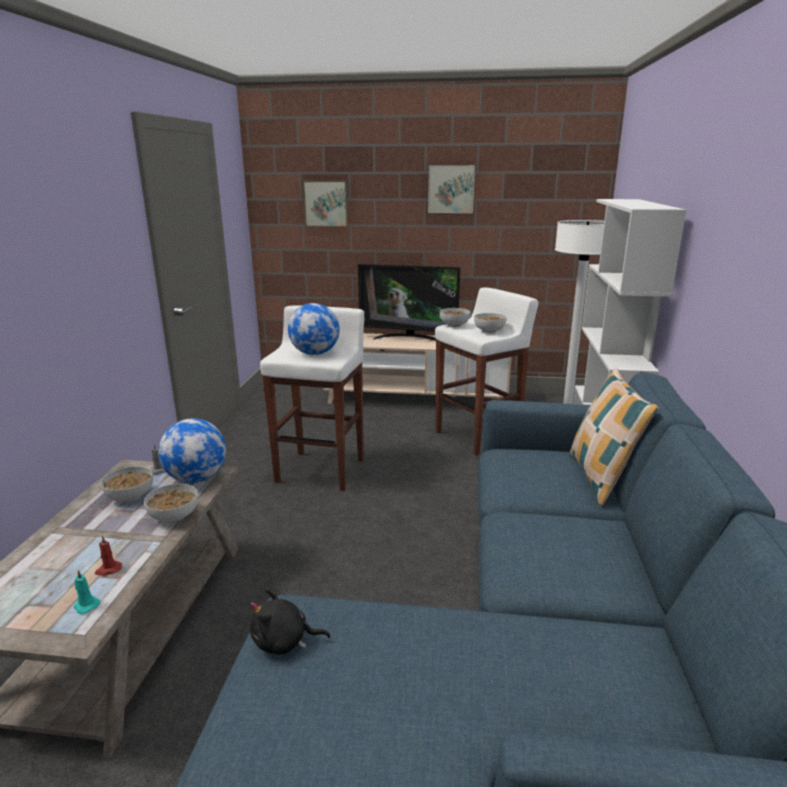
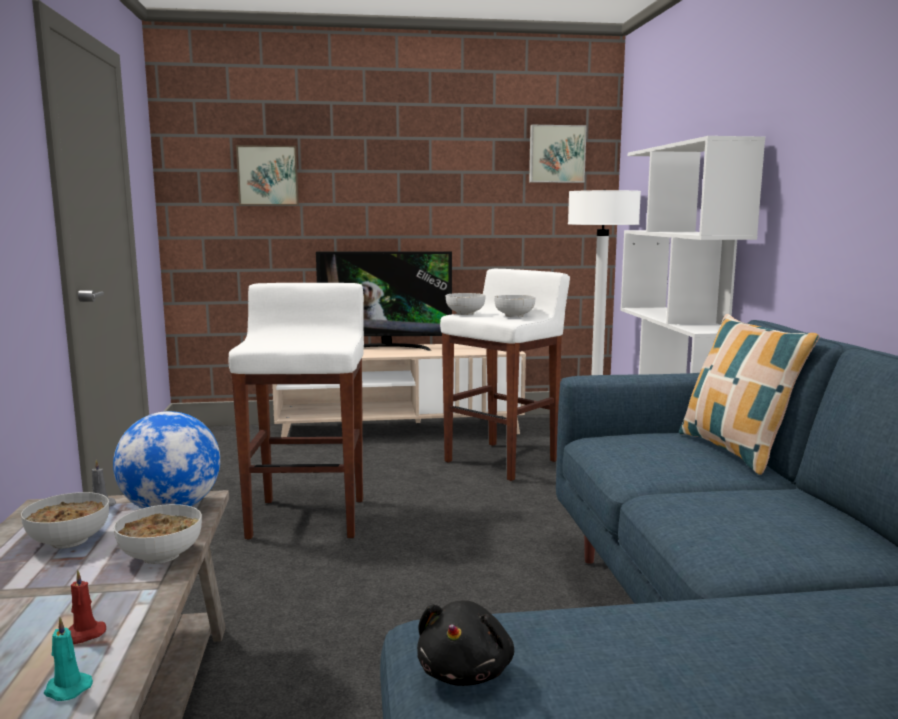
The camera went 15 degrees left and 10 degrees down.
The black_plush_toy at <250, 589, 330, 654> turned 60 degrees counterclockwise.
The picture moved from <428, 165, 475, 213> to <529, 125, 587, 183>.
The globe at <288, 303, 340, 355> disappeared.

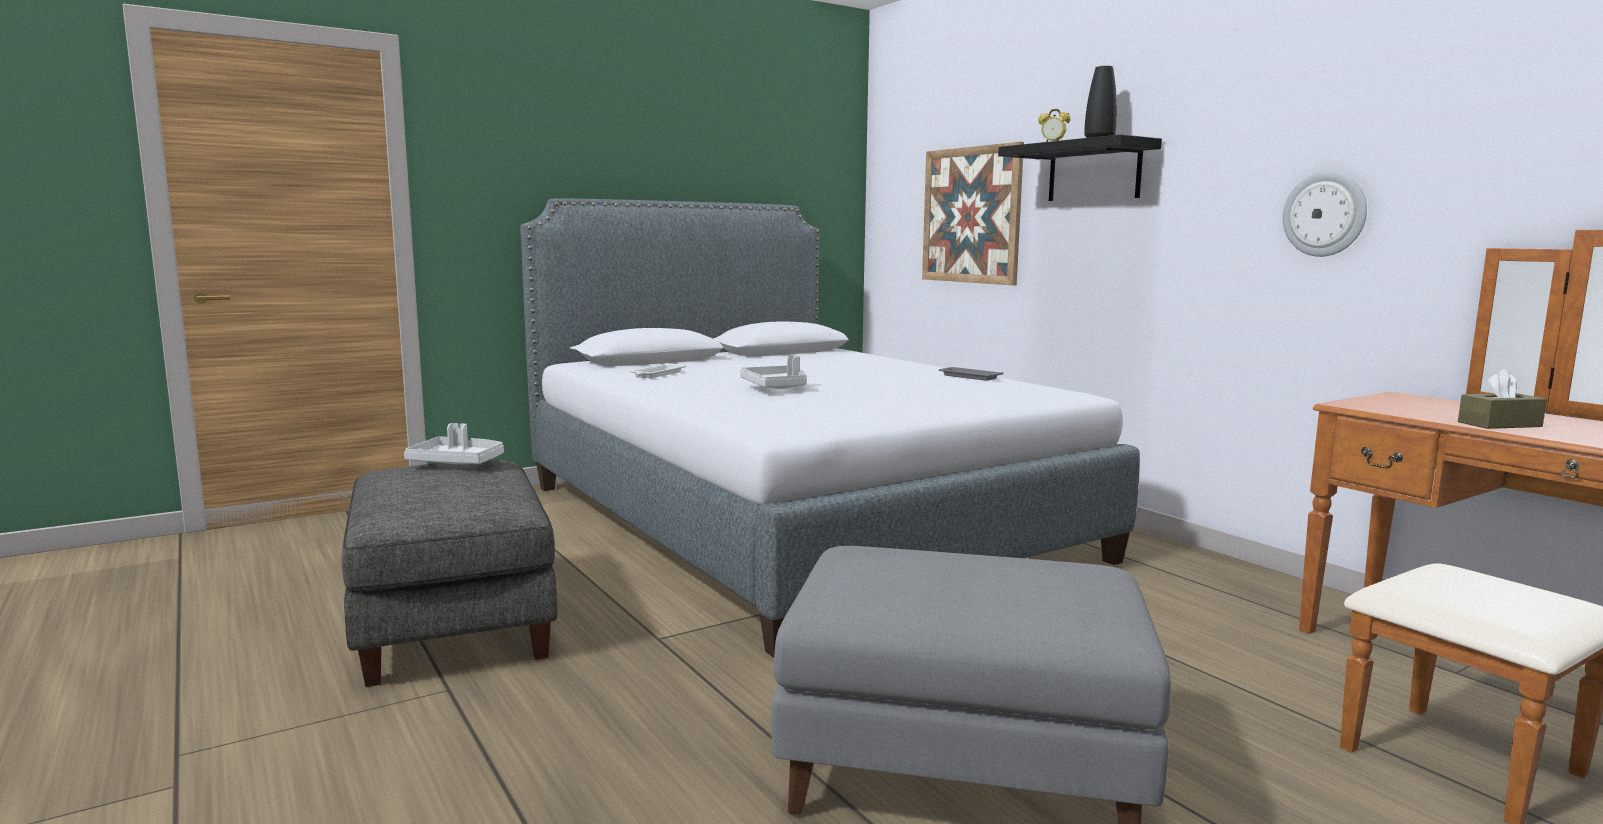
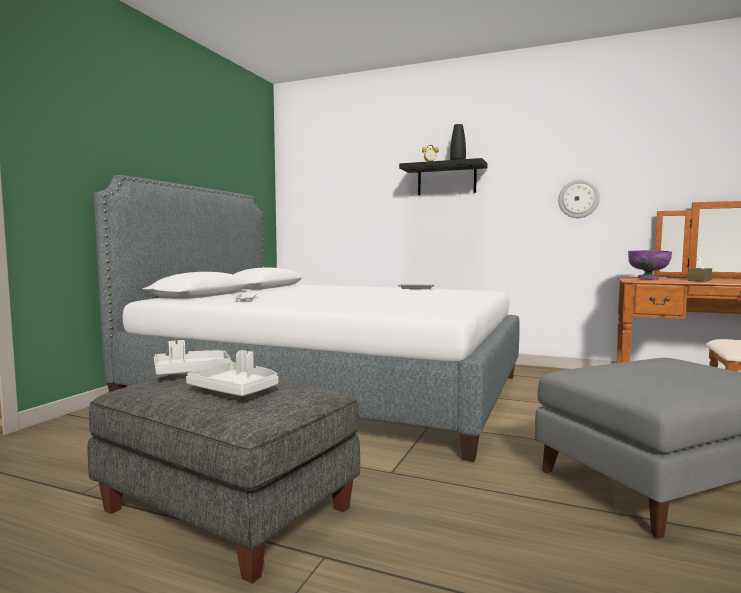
The camera went 35 degrees left and 5 degrees down.
The grey_tray moved from <740, 355, 807, 389> to <186, 350, 279, 396>.
The purple_bowl at <628, 250, 672, 280> appeared.
The picture at <922, 142, 1024, 285> disappeared.

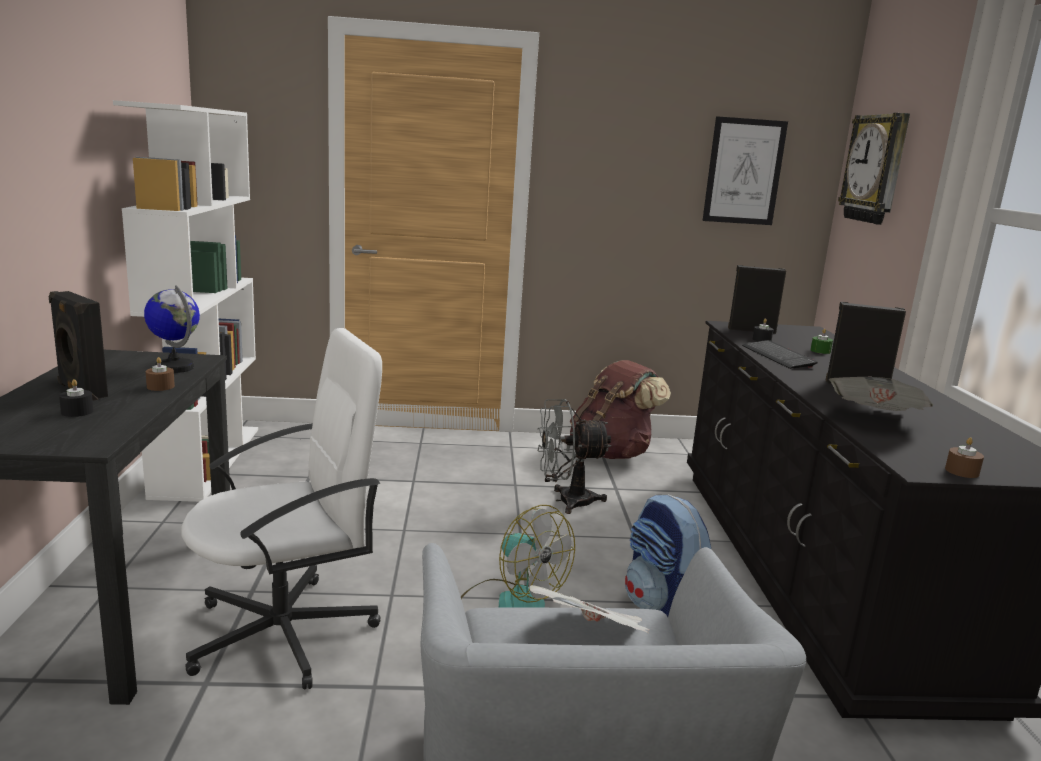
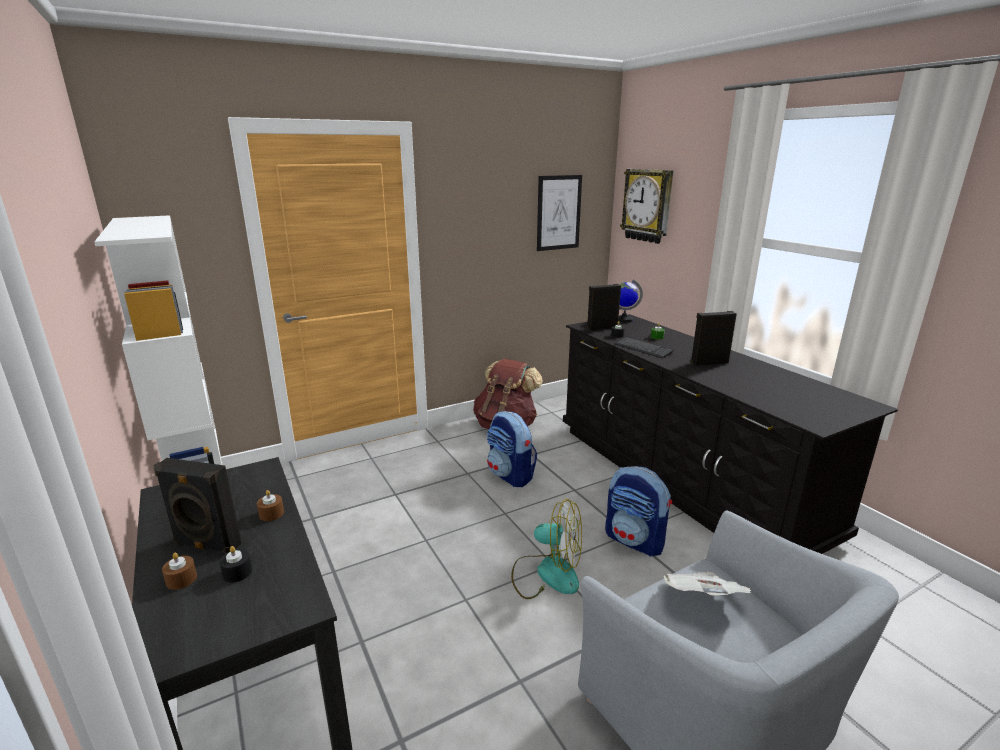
The camera went 25 degrees left and 5 degrees up.
The brown_candle moved from <945, 437, 984, 478> to <162, 552, 197, 590>.
The grey_fan at <537, 399, 611, 514> was replaced by the backpack at <487, 411, 537, 487>.
The globe moved from <144, 285, 200, 373> to <618, 280, 643, 323>.
The white_office_chair at <181, 328, 382, 689> disappeared.
The newspaper at <828, 377, 933, 411> disappeared.

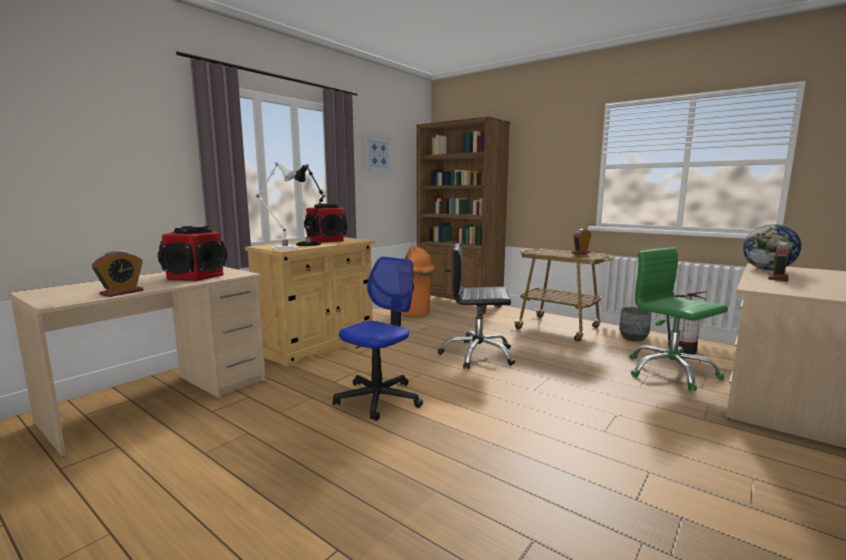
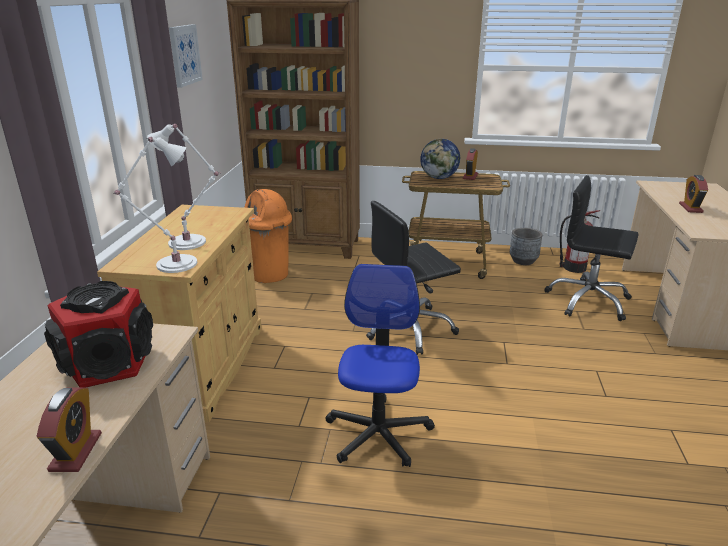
The camera went 30 degrees left and 15 degrees up.
The black_table_lamp at <294, 164, 325, 246> became the white_table_lamp at <147, 124, 219, 250>.
The globe moved from <743, 224, 801, 270> to <420, 139, 460, 179>.
The green_office_chair at <629, 248, 728, 391> became the black_office_chair at <544, 175, 639, 321>.
The speaker at <304, 204, 348, 242> disappeared.

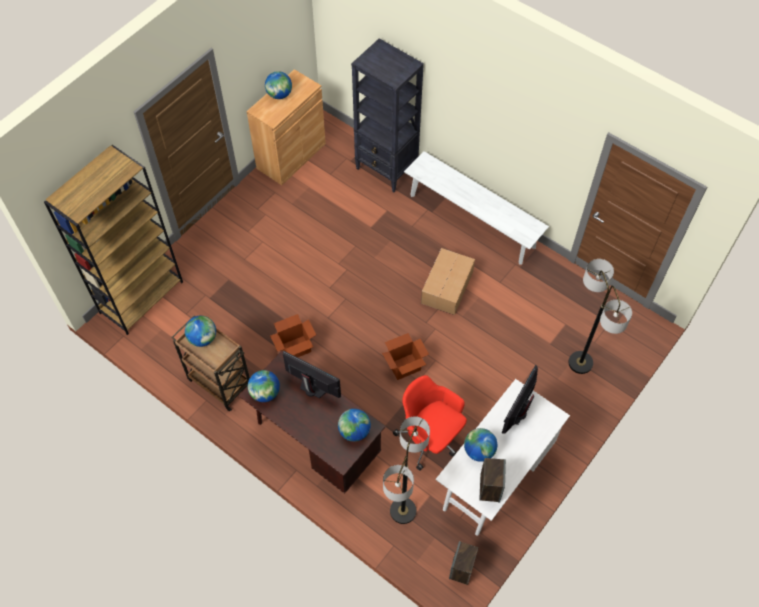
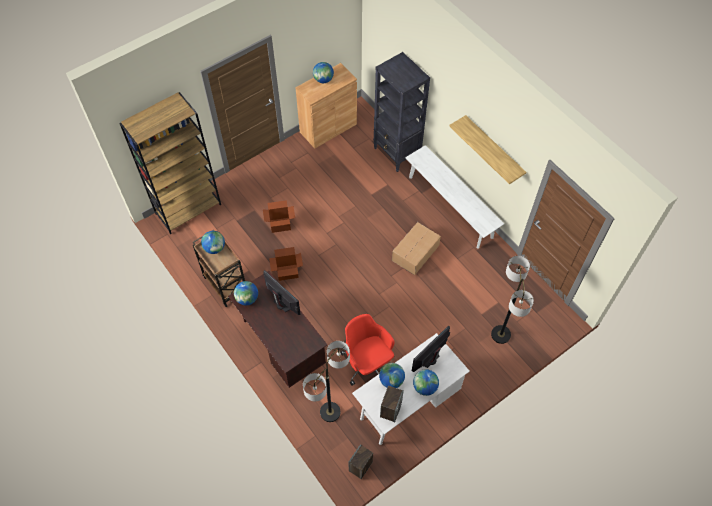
The camera went 15 degrees right and 0 degrees up.
The cardboard_box moved from <382, 333, 429, 380> to <263, 200, 295, 233>.
The globe moved from <338, 409, 371, 442> to <413, 369, 439, 396>.
The shelf at <449, 115, 526, 184> appeared.

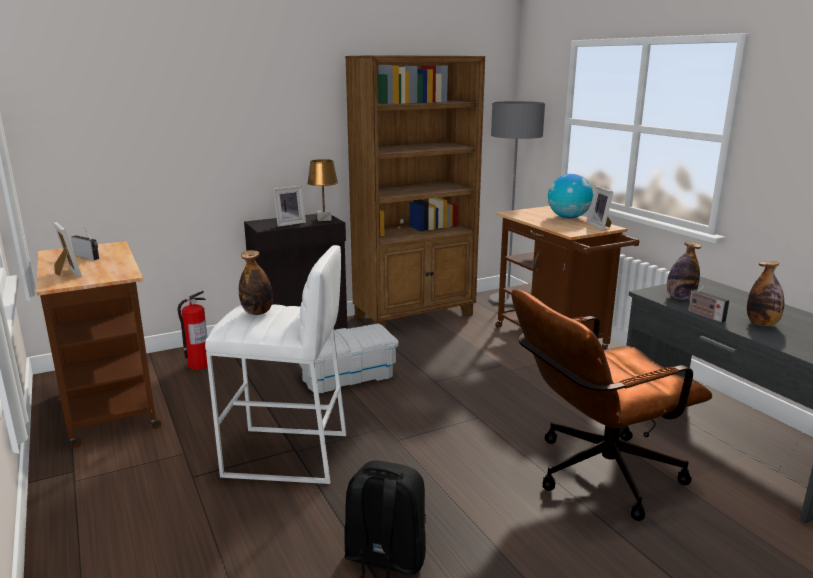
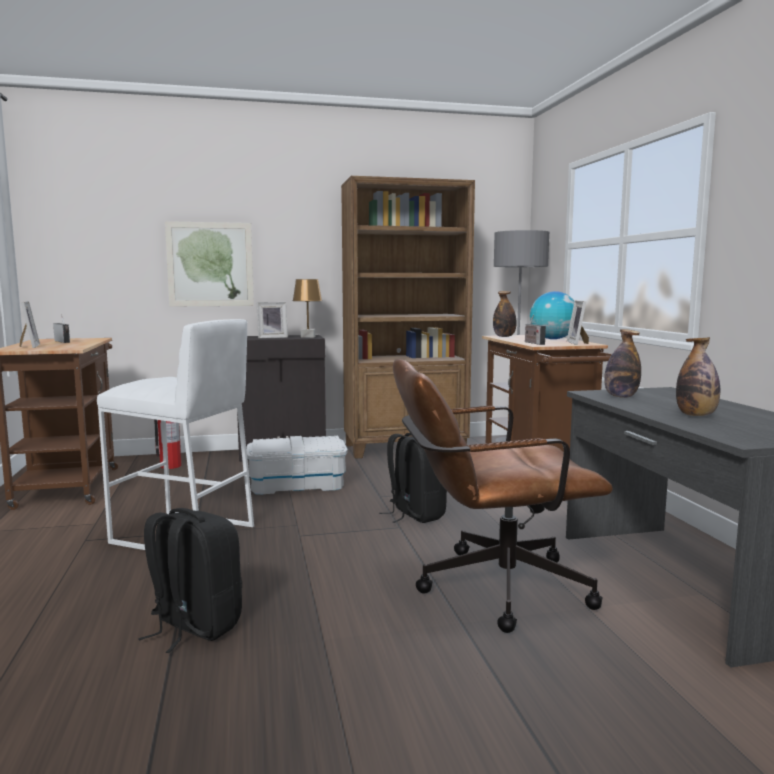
The camera went 15 degrees right and 10 degrees down.
The picture at <165, 221, 254, 306> appeared.
The black_backpack at <379, 433, 447, 523> appeared.
The bottle moved from <239, 250, 273, 315> to <493, 291, 517, 337>.
The radio moved from <688, 282, 729, 323> to <525, 315, 546, 345>.

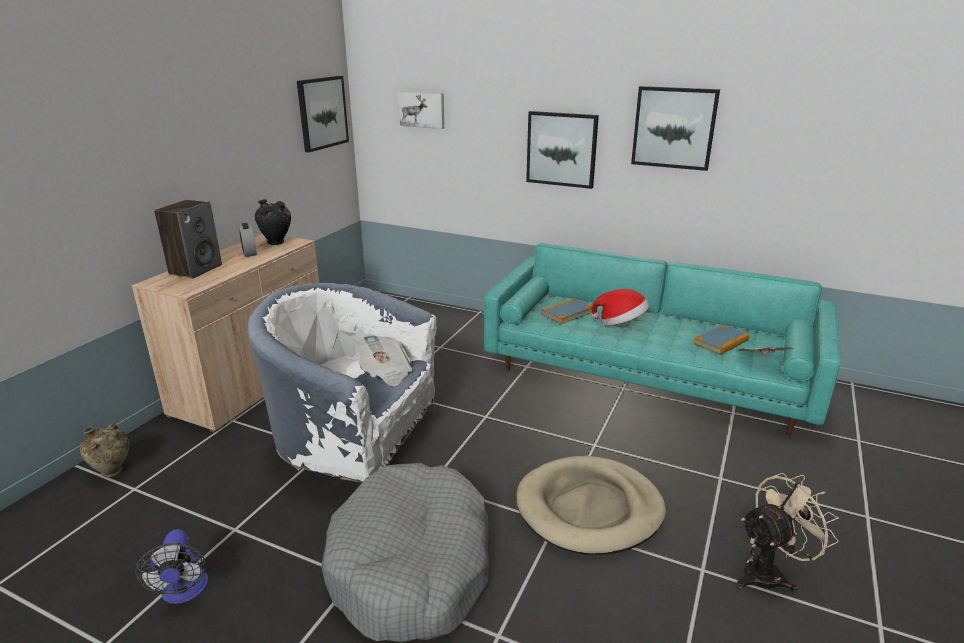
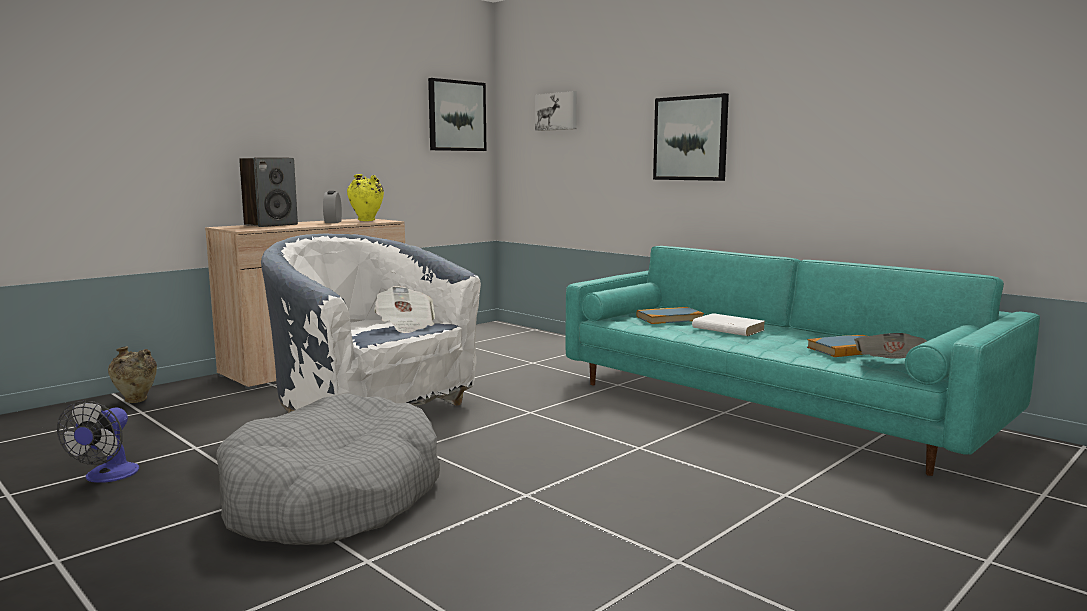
The camera went 20 degrees right and 15 degrees down.
The black_vase at <255, 199, 291, 245> became the yellow_vase at <347, 174, 384, 221>.
The hat at <591, 289, 649, 325> was replaced by the white_book at <692, 313, 765, 336>.
The beige_dog_bed at <516, 456, 666, 555> disappeared.
The picture at <631, 86, 720, 171> disappeared.
The beige_fan at <736, 473, 839, 593> disappeared.

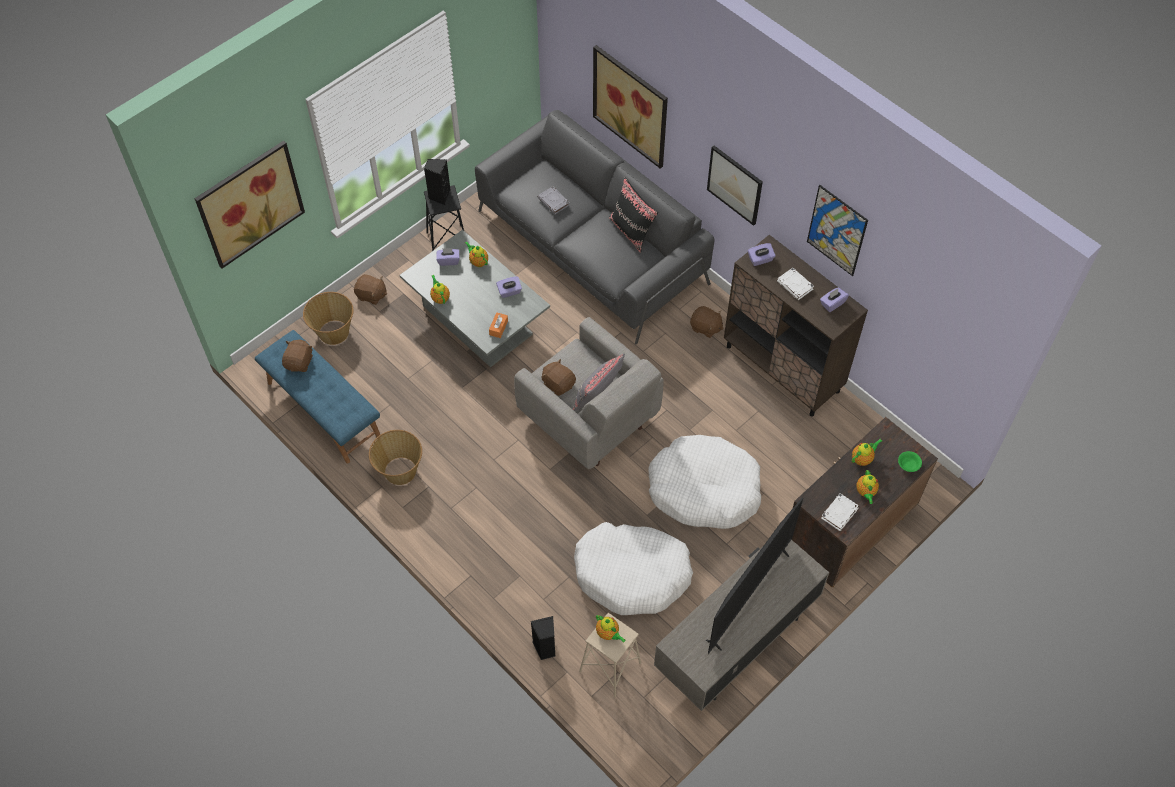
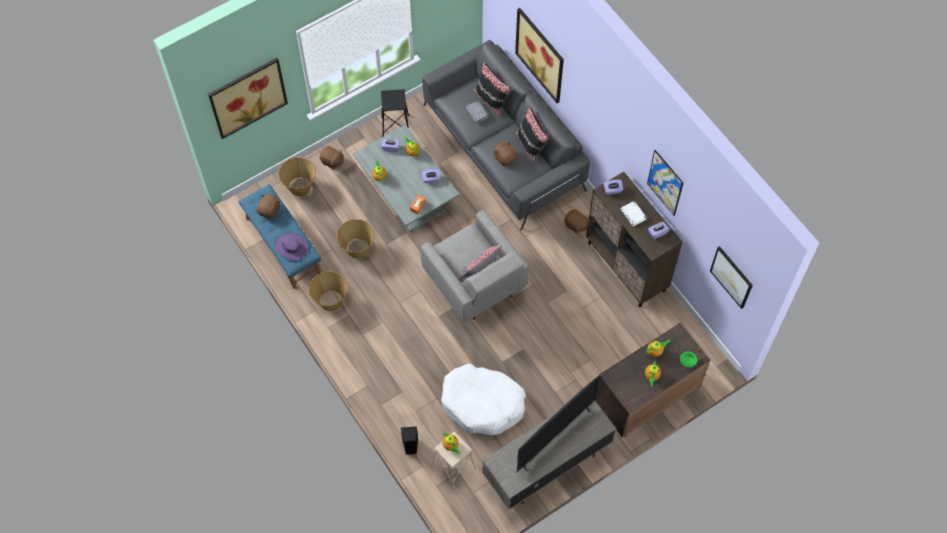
The camera went 10 degrees right and 5 degrees up.
The purple_hat at <275, 233, 308, 260> appeared.
The basket at <336, 219, 375, 258> appeared.
The black_pillow at <473, 62, 511, 116> appeared.
The brown_plush_toy moved from <541, 359, 576, 396> to <493, 141, 518, 166>.
The picture moved from <707, 146, 763, 226> to <710, 246, 753, 309>.
The black_speaker at <424, 159, 451, 205> disappeared.
The white_dog_bed at <648, 435, 761, 529> disappeared.
The white_book at <821, 493, 859, 531> disappeared.

